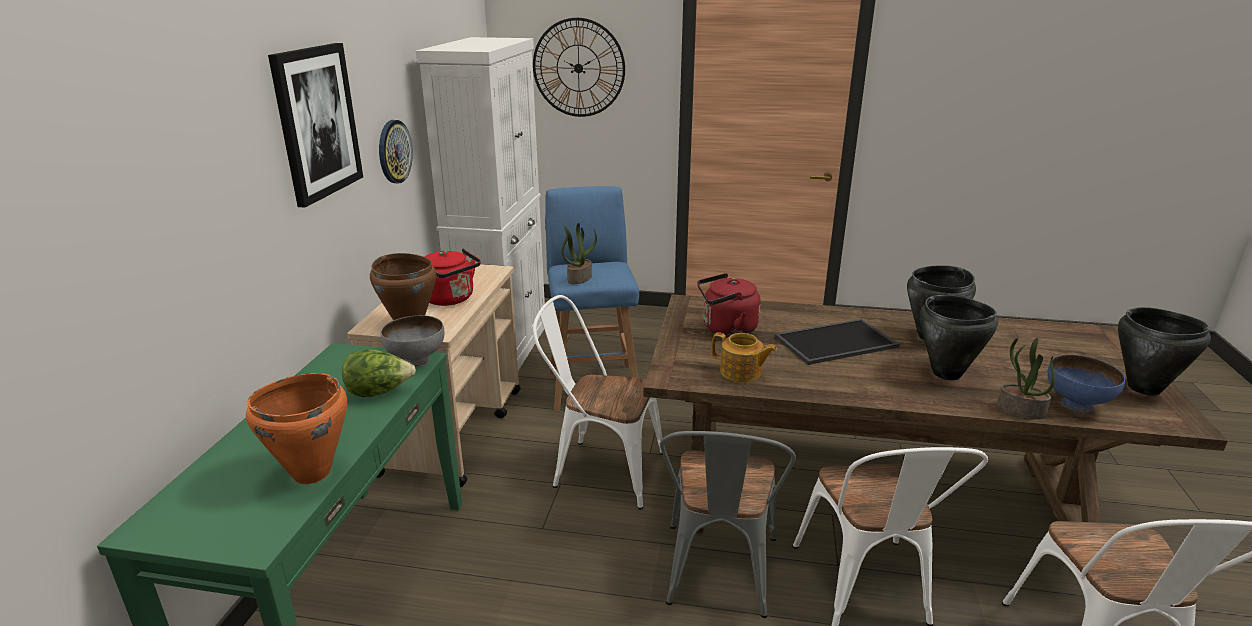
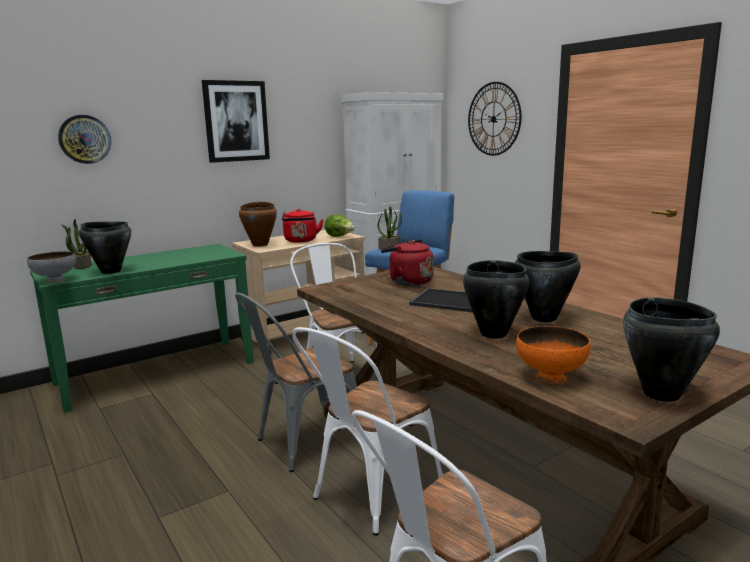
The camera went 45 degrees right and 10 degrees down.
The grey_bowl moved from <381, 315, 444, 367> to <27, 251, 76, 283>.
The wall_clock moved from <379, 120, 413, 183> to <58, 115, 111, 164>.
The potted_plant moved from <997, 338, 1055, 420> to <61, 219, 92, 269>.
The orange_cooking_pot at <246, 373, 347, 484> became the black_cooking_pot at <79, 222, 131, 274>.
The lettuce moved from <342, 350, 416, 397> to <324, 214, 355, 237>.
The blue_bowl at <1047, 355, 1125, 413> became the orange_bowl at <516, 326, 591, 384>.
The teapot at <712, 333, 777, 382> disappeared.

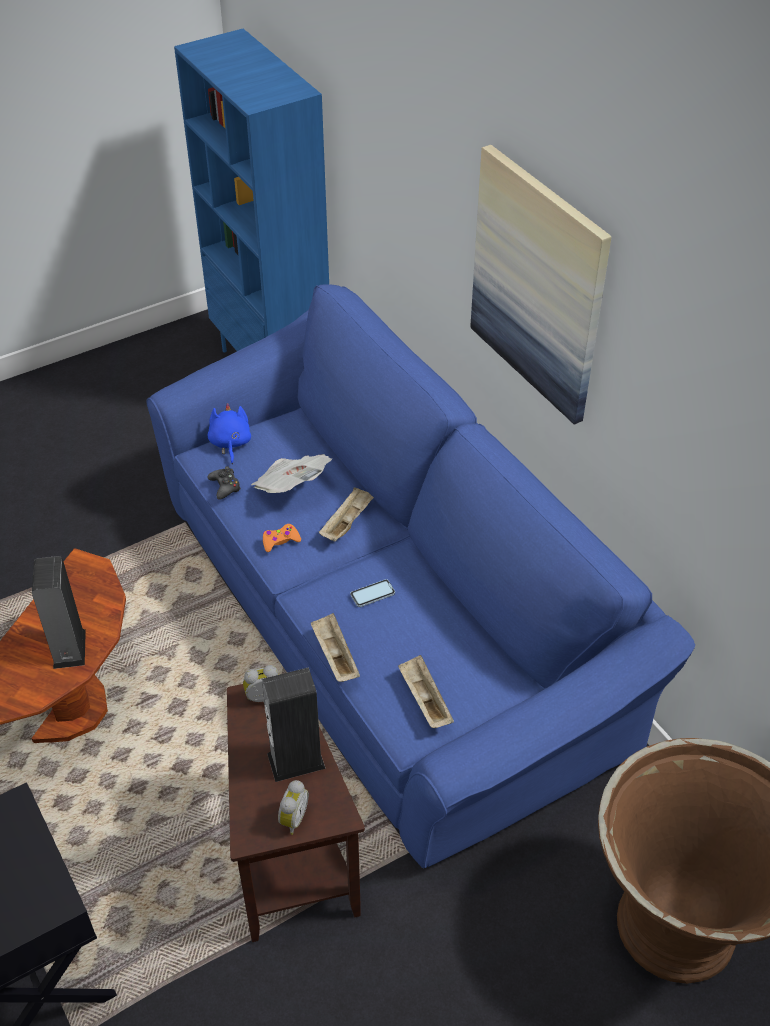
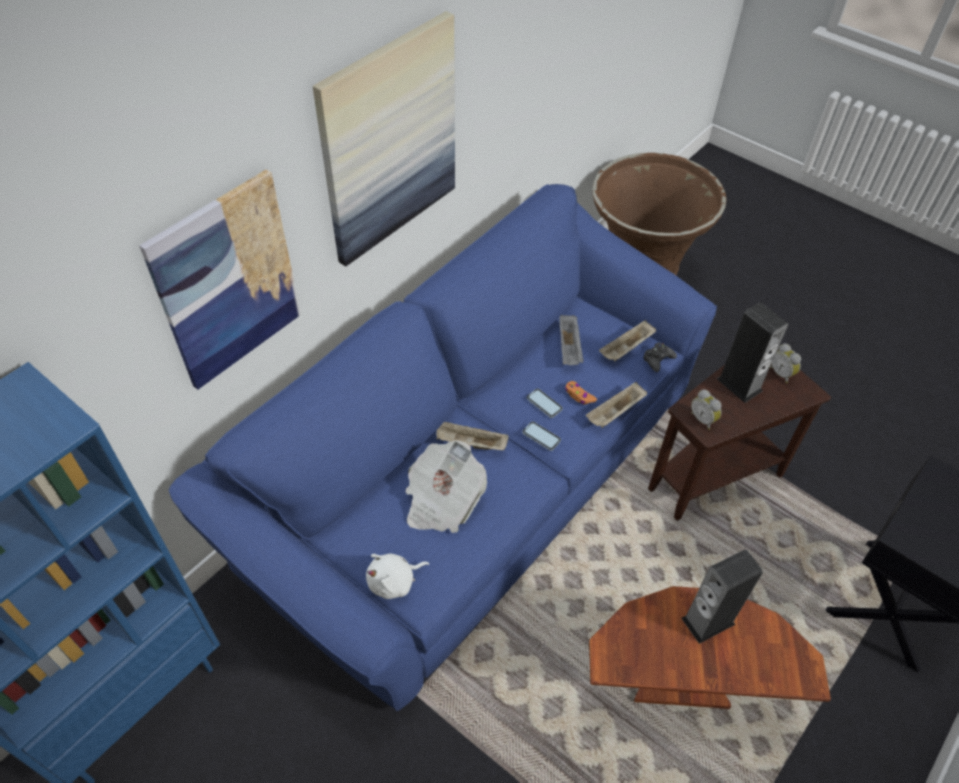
The camera went 110 degrees left and 5 degrees up.
The picture at <139, 169, 301, 390> appeared.
The blue_plush_toy at <208, 403, 251, 464> became the white_plush_toy at <366, 553, 429, 599>.
The phone at <522, 421, 561, 451> appeared.
The grey_tray at <559, 315, 584, 365> appeared.
The orange_game_controller moved from <263, 524, 301, 552> to <565, 381, 597, 405>.
The black_game_controller moved from <208, 466, 241, 500> to <643, 343, 677, 372>.
The alarm_clock at <278, 780, 309, 835> turned 120 degrees counterclockwise.

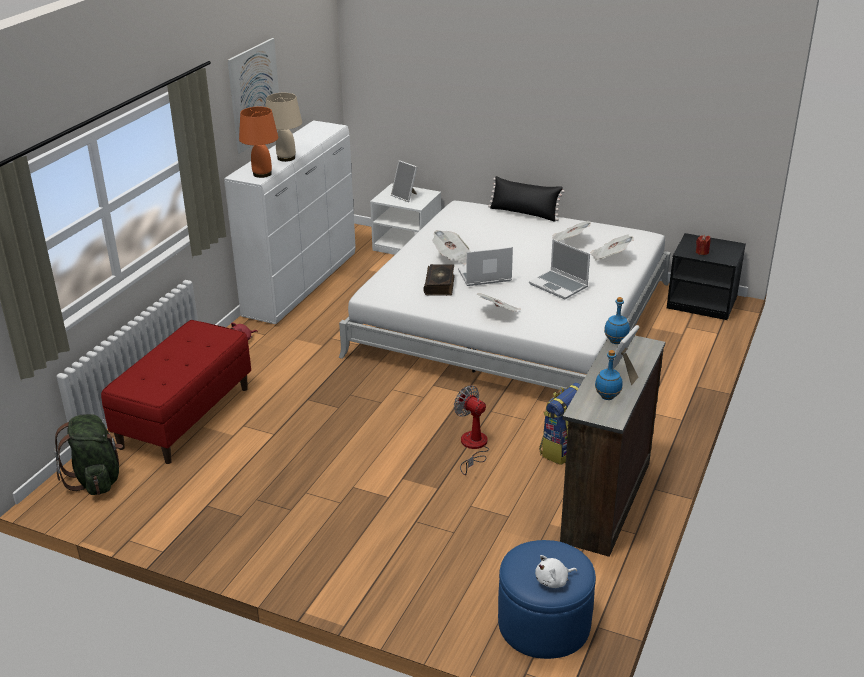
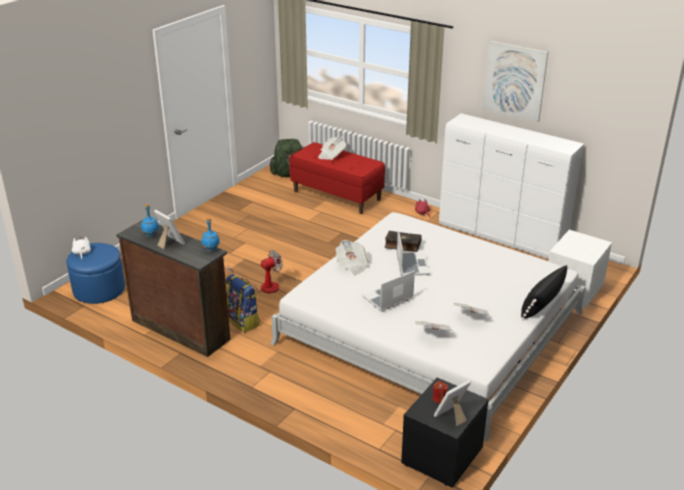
The camera went 100 degrees right and 0 degrees up.
The newspaper moved from <432, 230, 471, 264> to <318, 136, 346, 160>.
The picture_frame moved from <391, 160, 417, 202> to <434, 380, 471, 426>.
The orange_table_lamp at <239, 107, 278, 178> disappeared.
The beige_table_lamp at <265, 93, 302, 162> disappeared.

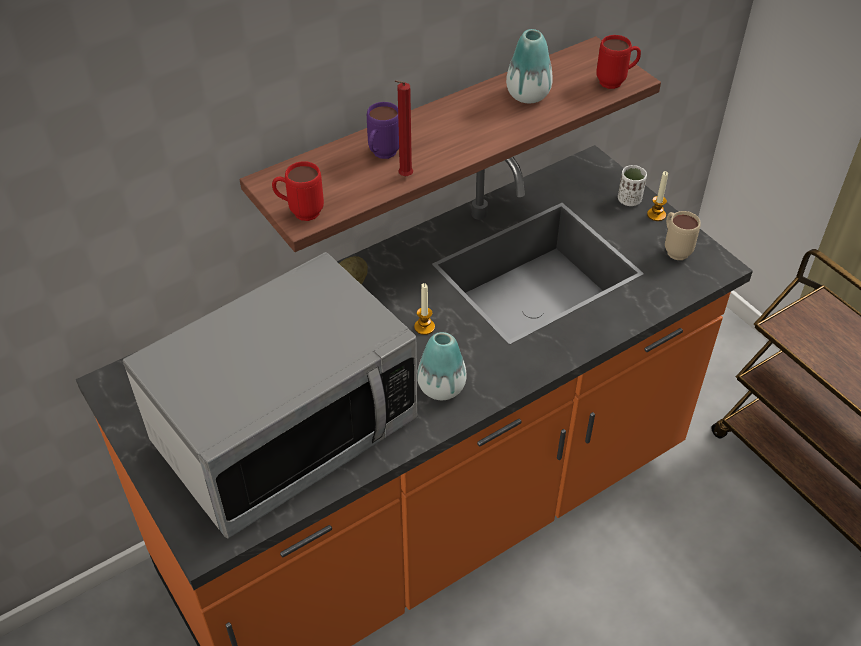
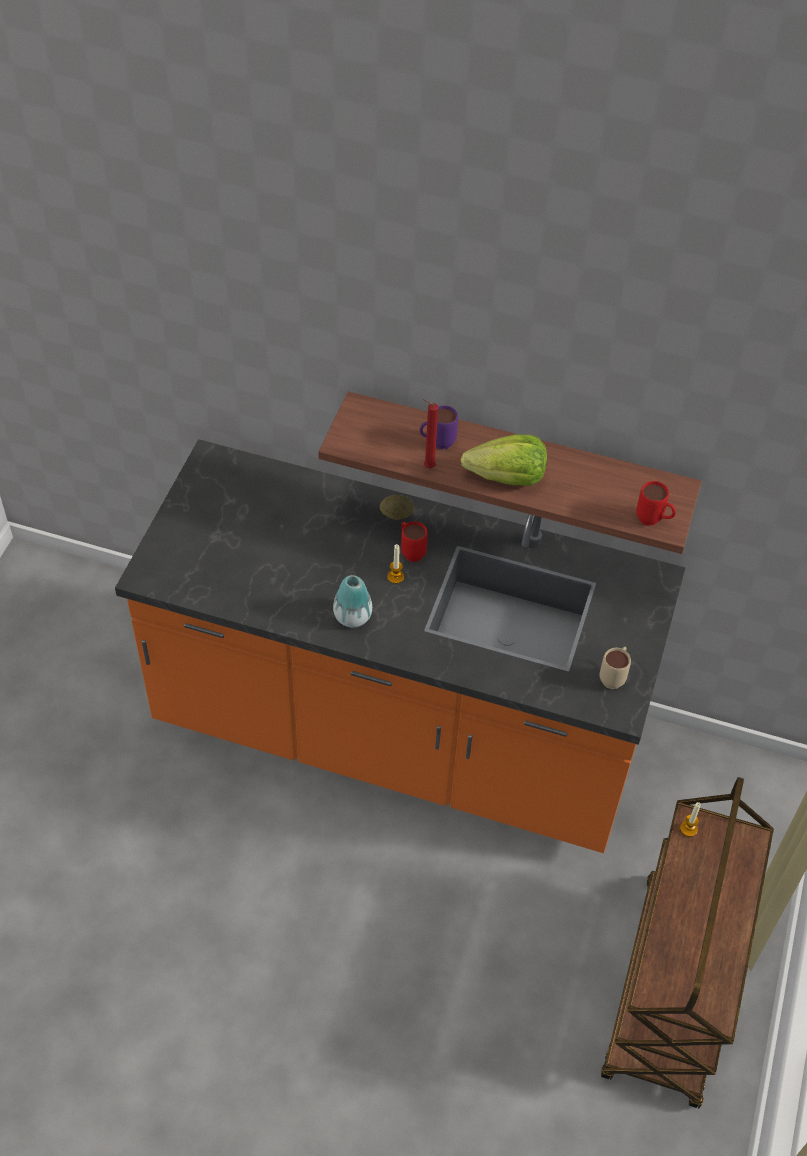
The camera went 50 degrees right and 5 degrees up.
The red_mug moved from <272, 161, 324, 221> to <401, 521, 428, 562>.
The lettuce at <461, 434, 547, 486> appeared.
The candle moved from <647, 171, 668, 221> to <680, 802, 701, 837>.
The microwave at <123, 252, 417, 538> disappeared.
The vase at <506, 29, 553, 103> disappeared.
The white_cup at <618, 165, 647, 206> disappeared.

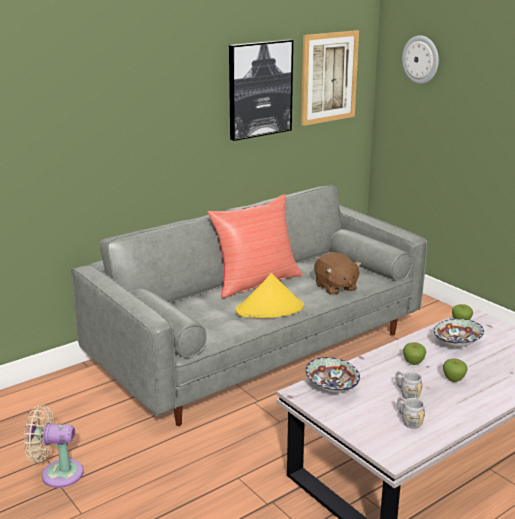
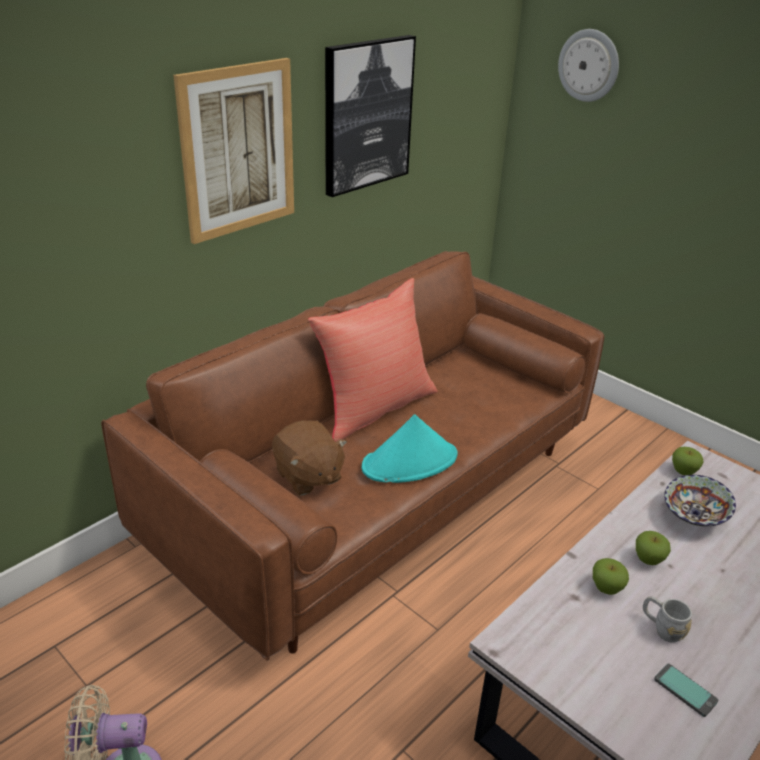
The camera went 10 degrees left and 10 degrees up.
The grey_sofa at <71, 185, 427, 426> became the brown_sofa at <101, 251, 604, 661>.
The picture moved from <301, 30, 359, 126> to <173, 58, 294, 244>.
The brown_plush_toy moved from <314, 252, 361, 295> to <272, 420, 347, 495>.
The yellow_hat at <236, 273, 304, 318> became the turquoise_hat at <362, 414, 458, 483>.
The apple moved from <443, 359, 468, 382> to <593, 558, 629, 595>.
The grey_mug at <397, 397, 425, 429> was replaced by the phone at <654, 664, 718, 717>.
The bowl at <306, 357, 360, 393> disappeared.

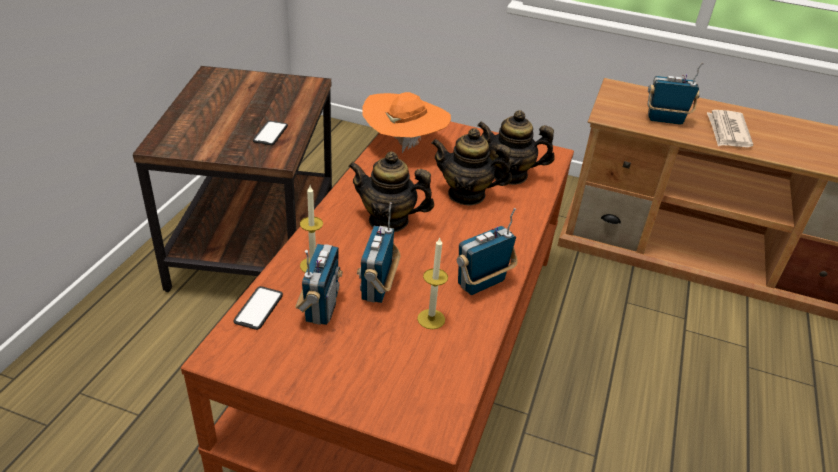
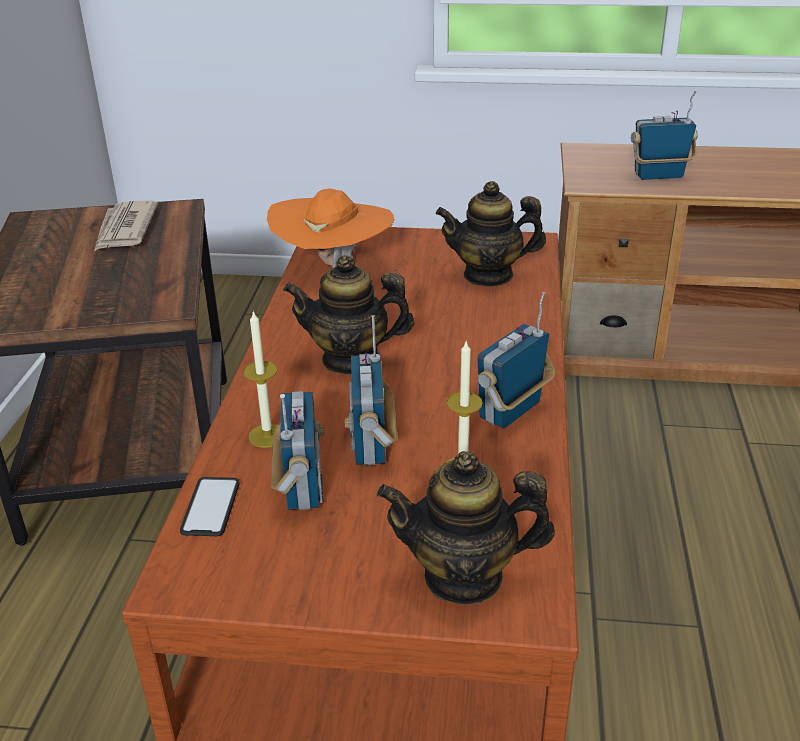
The camera went 10 degrees left and 5 degrees down.
The newspaper moved from <707, 110, 753, 147> to <94, 201, 158, 251>.
The teapot moved from <431, 128, 512, 205> to <377, 451, 555, 605>.
The phone at <253, 121, 288, 145> disappeared.

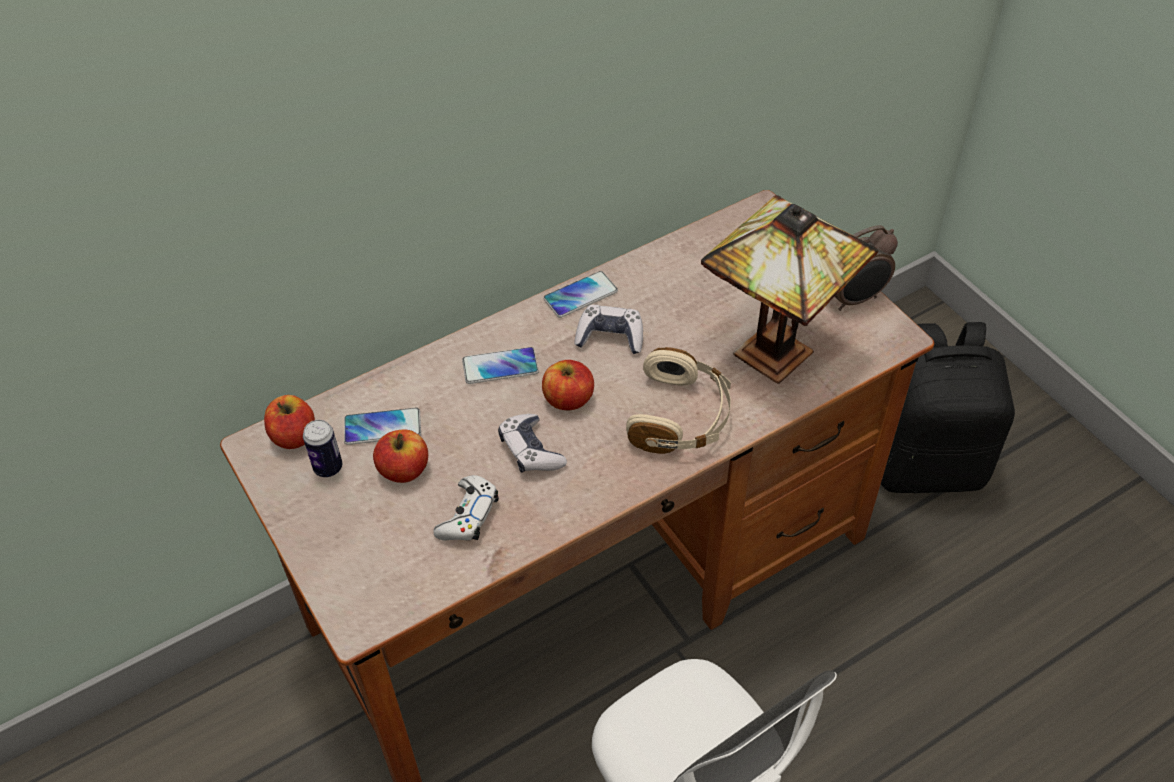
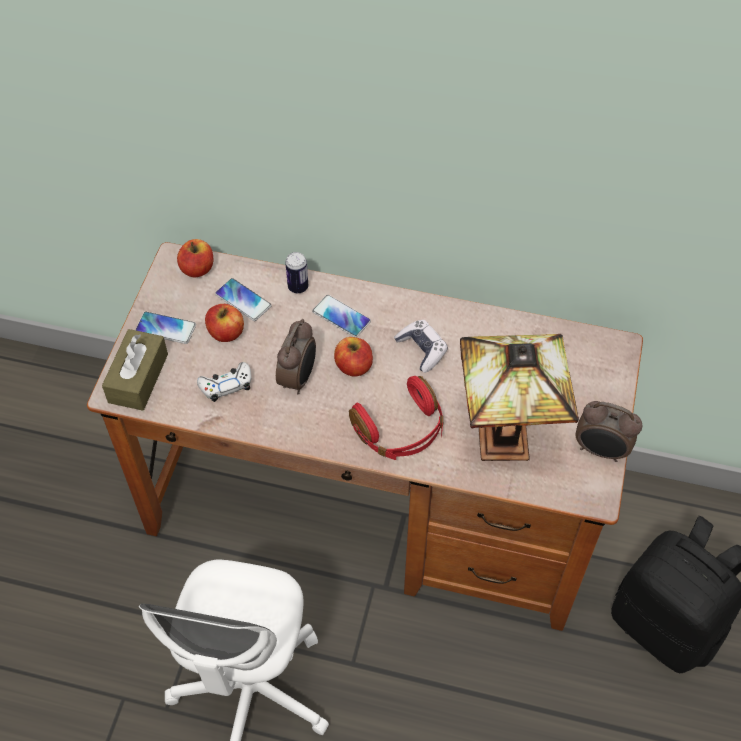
The camera went 45 degrees right and 5 degrees up.
The brown_tissue_box at <102, 329, 168, 411> appeared.
The phone moved from <543, 271, 618, 318> to <135, 312, 196, 344>.
The game_controller at <498, 414, 567, 473> was replaced by the alarm_clock at <276, 319, 316, 394>.
The can moved from <303, 420, 342, 477> to <285, 252, 308, 293>.
The beige_headphones at <626, 347, 731, 454> became the red_headphones at <349, 376, 443, 460>.

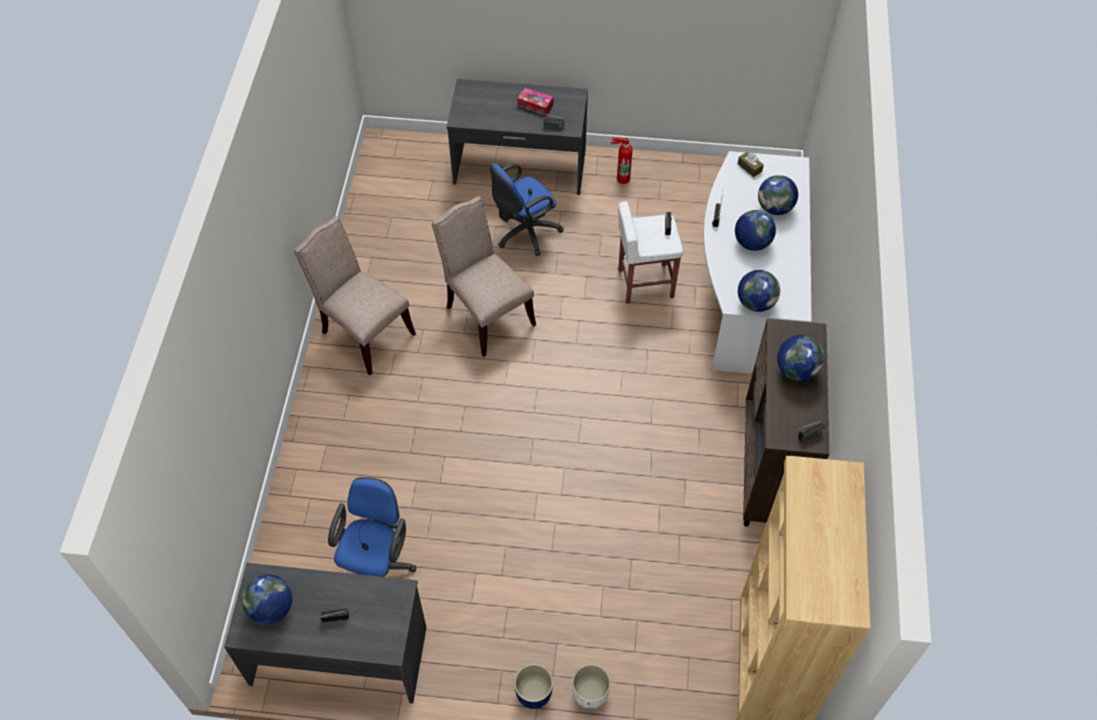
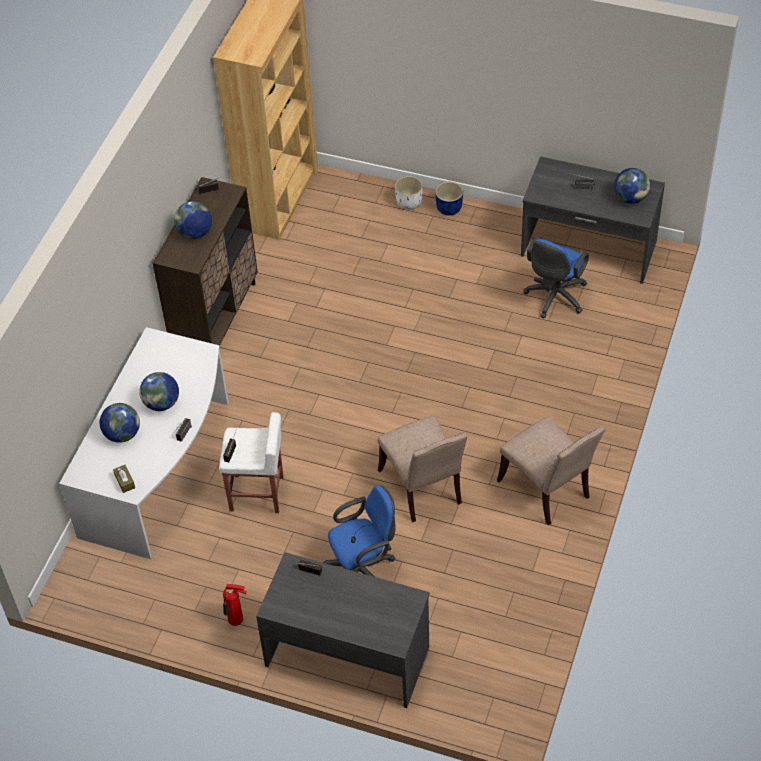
The camera went 165 degrees left and 5 degrees down.
The tissue_box at <517, 88, 553, 116> disappeared.
The globe at <738, 270, 780, 312> disappeared.

